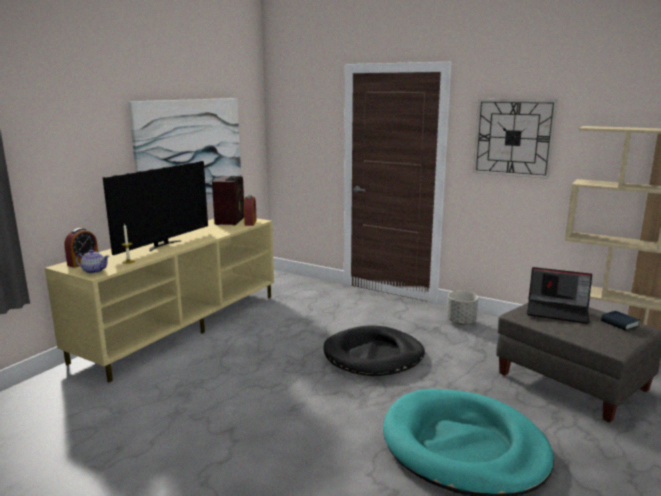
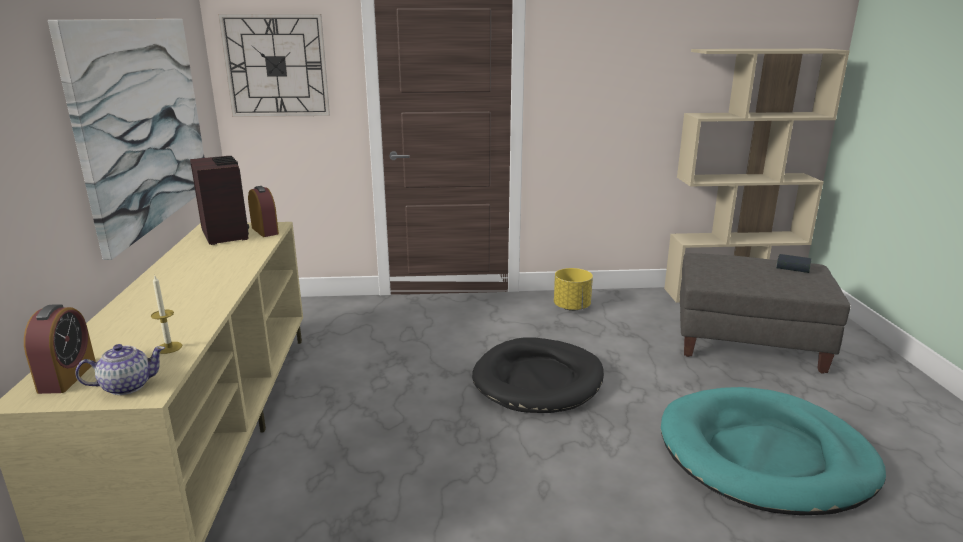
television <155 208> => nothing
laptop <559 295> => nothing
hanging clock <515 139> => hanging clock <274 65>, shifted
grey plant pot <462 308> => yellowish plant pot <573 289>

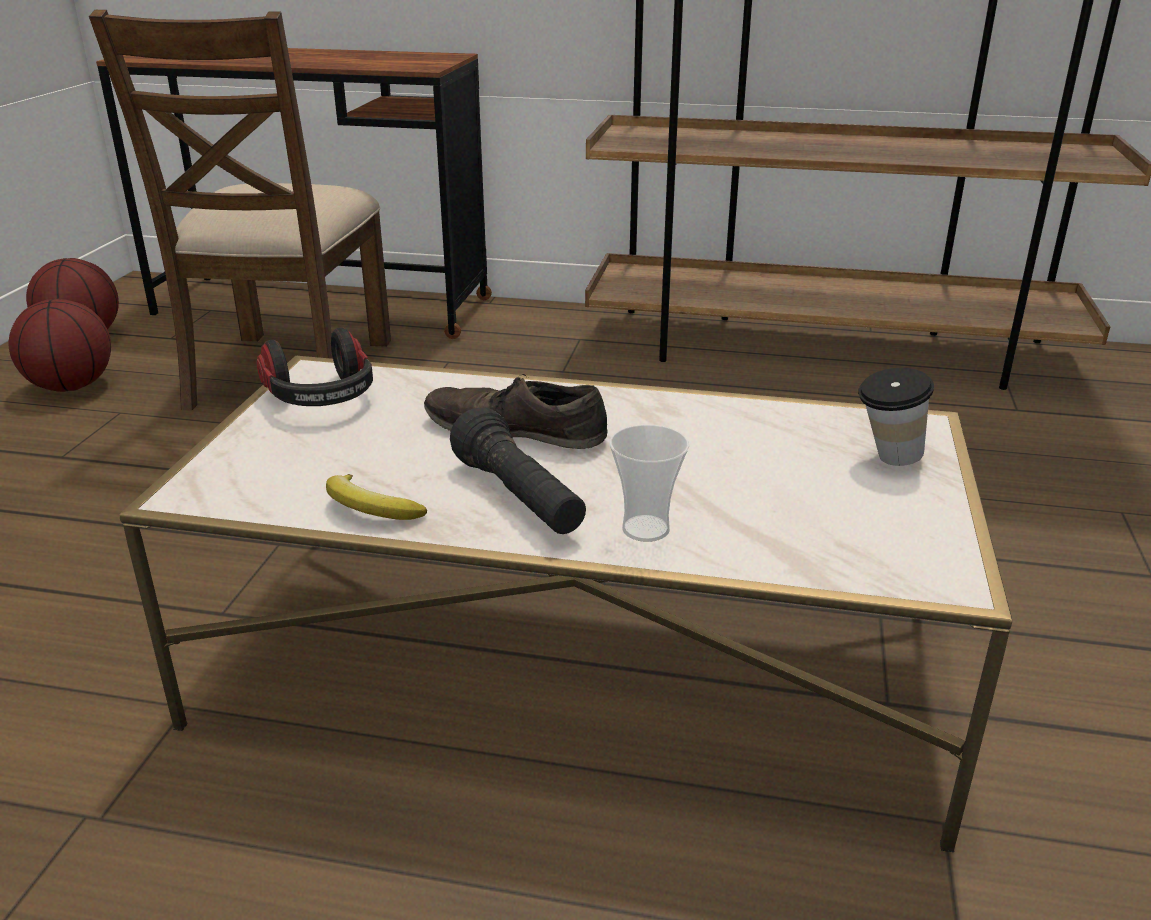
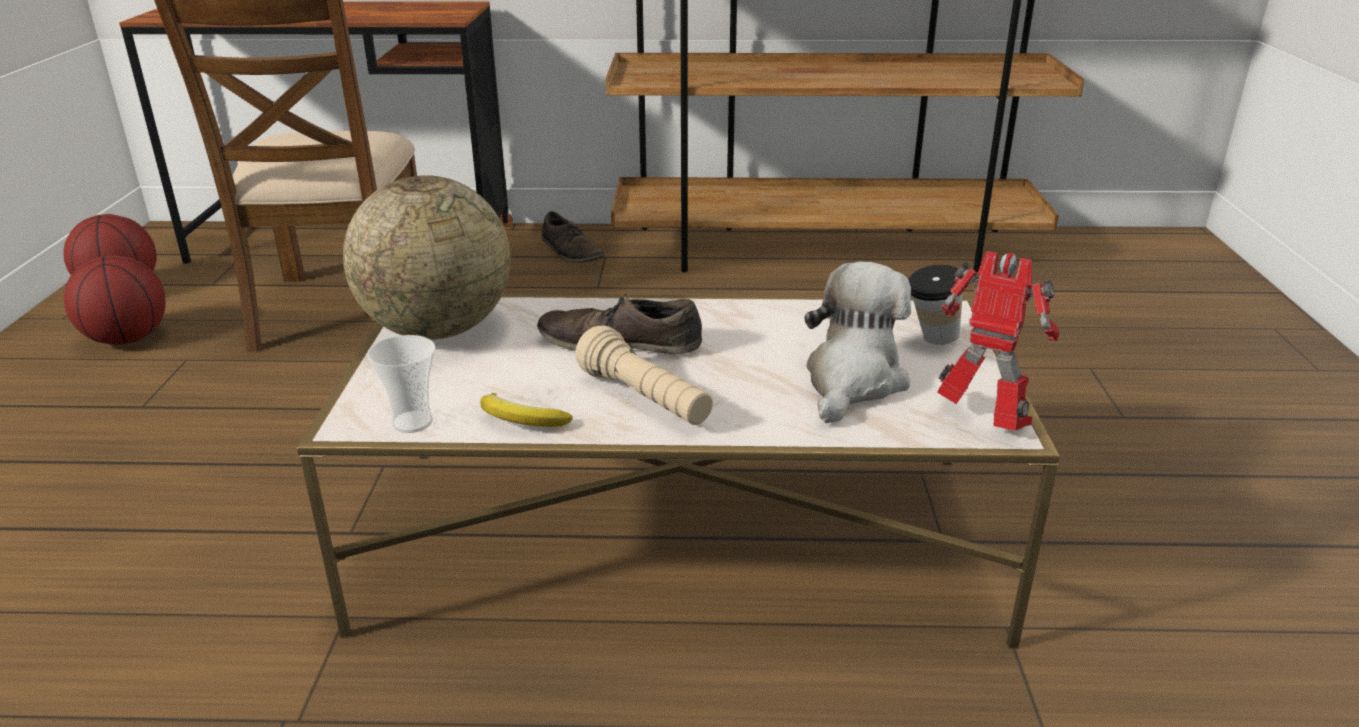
nothing => brownish item of footwear <573 237>
nothing => soft toy <857 342>
nothing => robot figure <998 341>
small cup <649 483> => small cup <401 384>, shifted
headset <314 367> => world globe <427 257>
black-coloured torch <518 470> => beige torch <644 375>

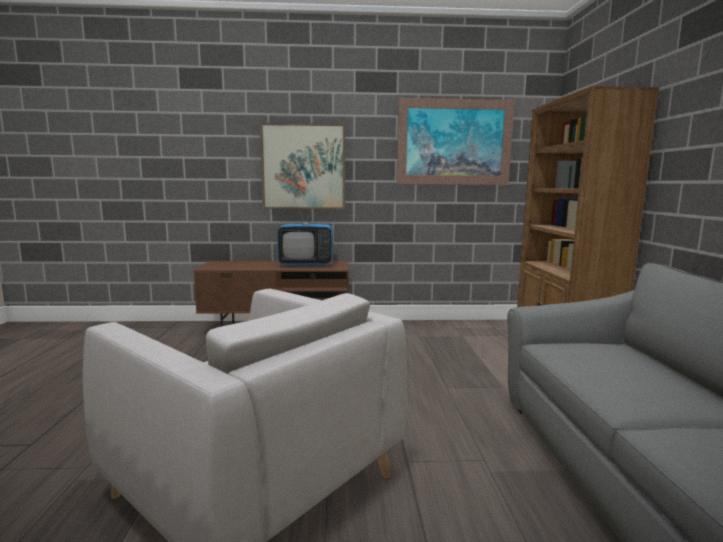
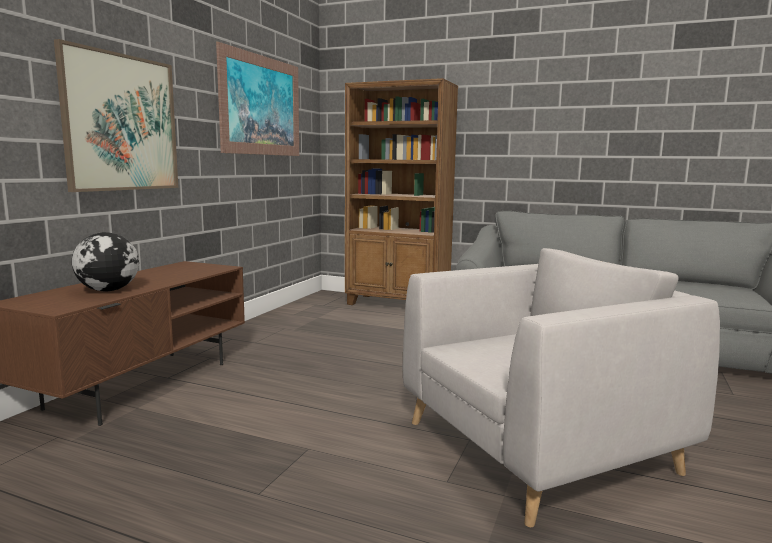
television <305 231> => nothing
nothing => world globe <105 261>

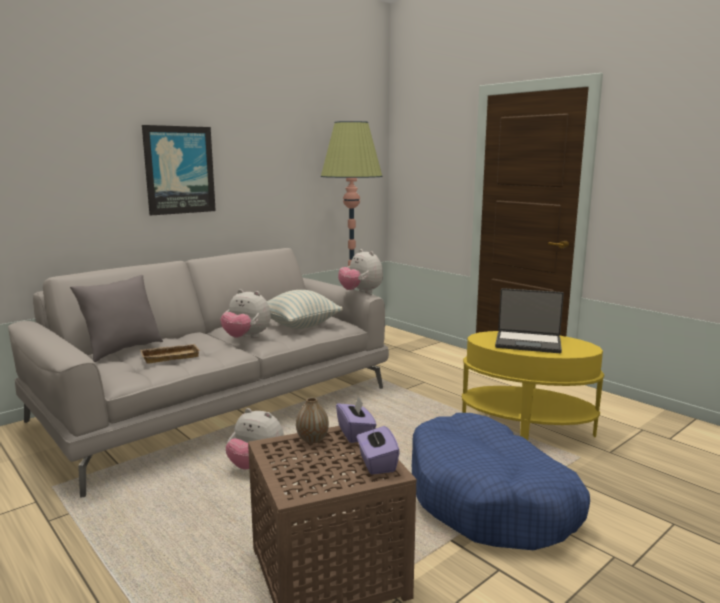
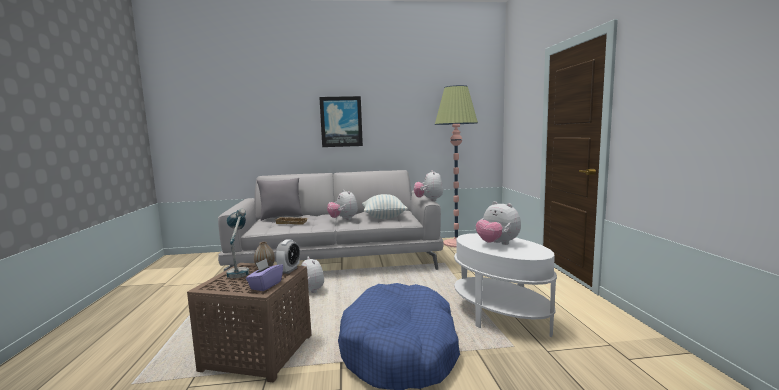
nothing => tabletop lamp <237 243>
purple-coloured tissue holder <356 419> => bedside clock <287 256>
laptop <529 320> => soft toy <498 223>
yellowish end table <533 385> => white end table <505 285>

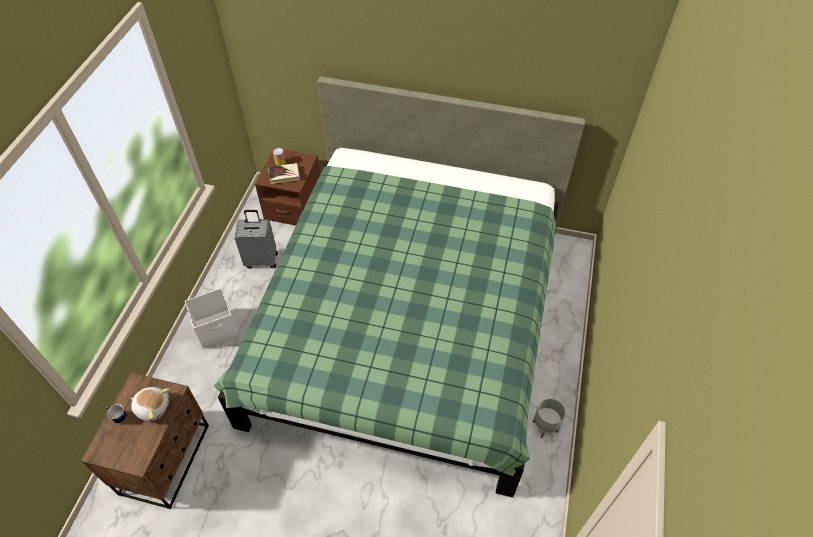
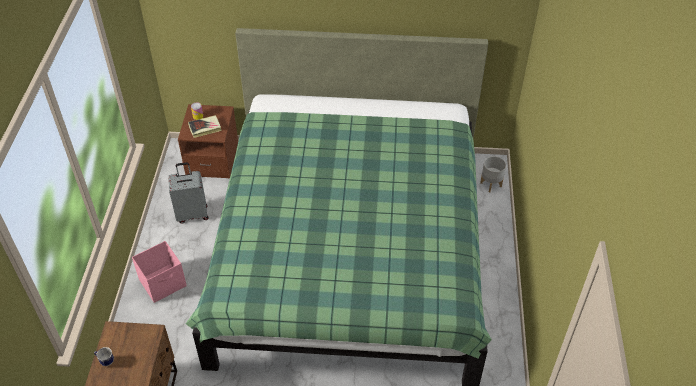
soft toy <150 404> => nothing
grey plant pot <549 418> => grey plant pot <493 174>, shifted
white storage box <212 318> => pink-coloured storage box <159 272>

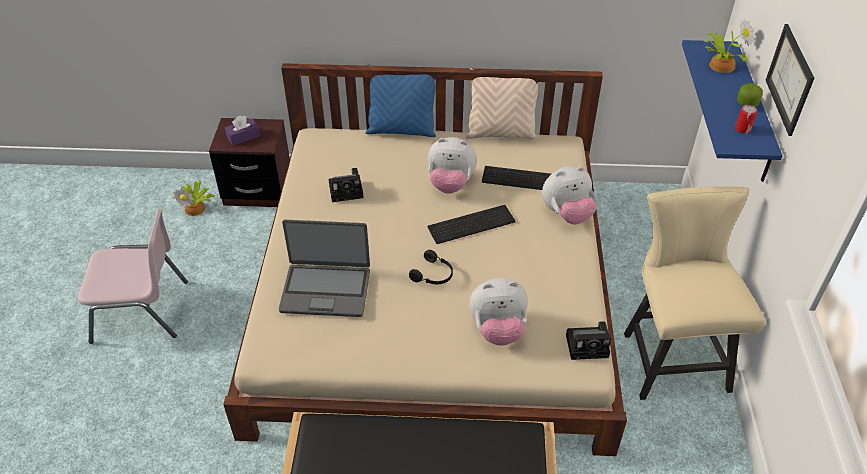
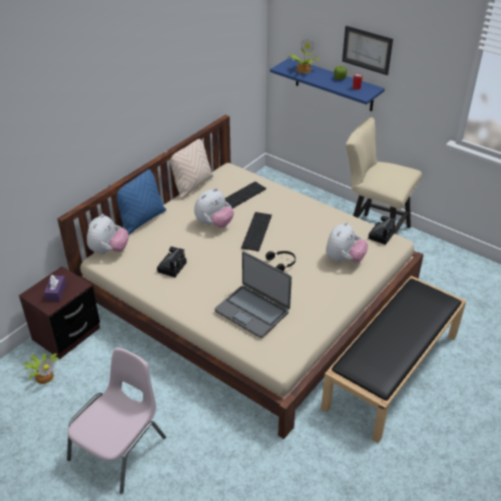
soft toy <569 195> => soft toy <108 234>, shifted
laptop <324 268> => laptop <253 294>, 90 degrees clockwise

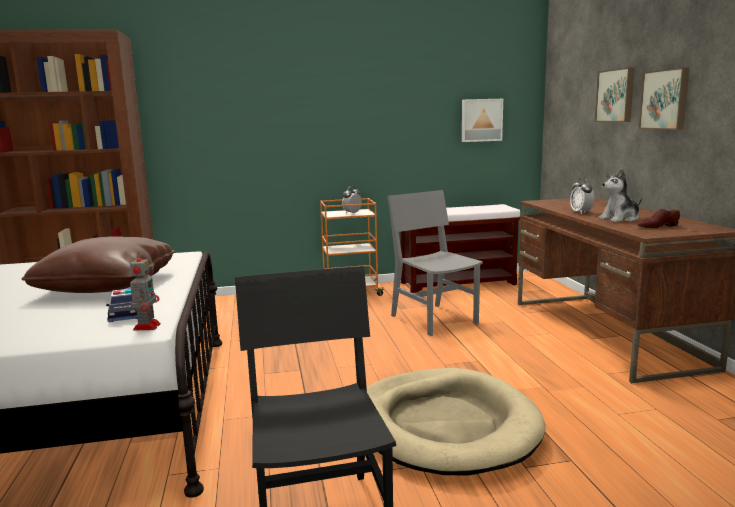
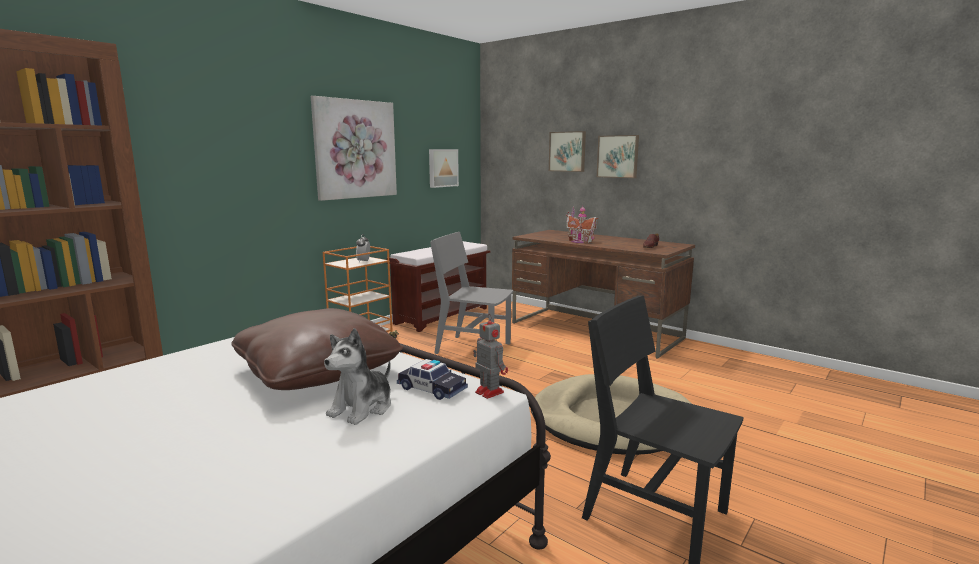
nothing => wall art <354 148>
soft toy <620 195> => soft toy <357 376>, shifted
bedside clock <582 196> => toy house <582 224>

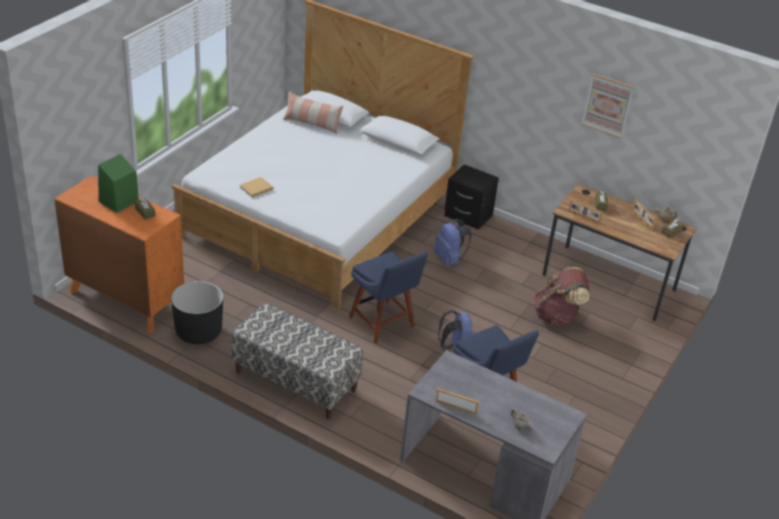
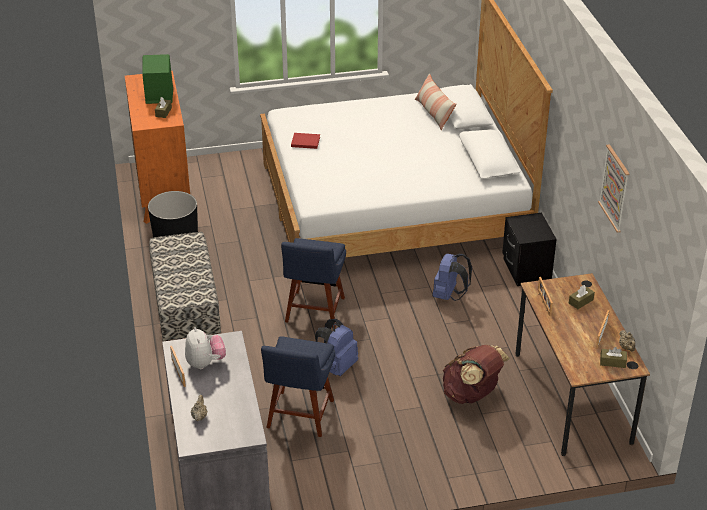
nothing => soft toy <205 348>
beige book <256 187> => red book <305 141>

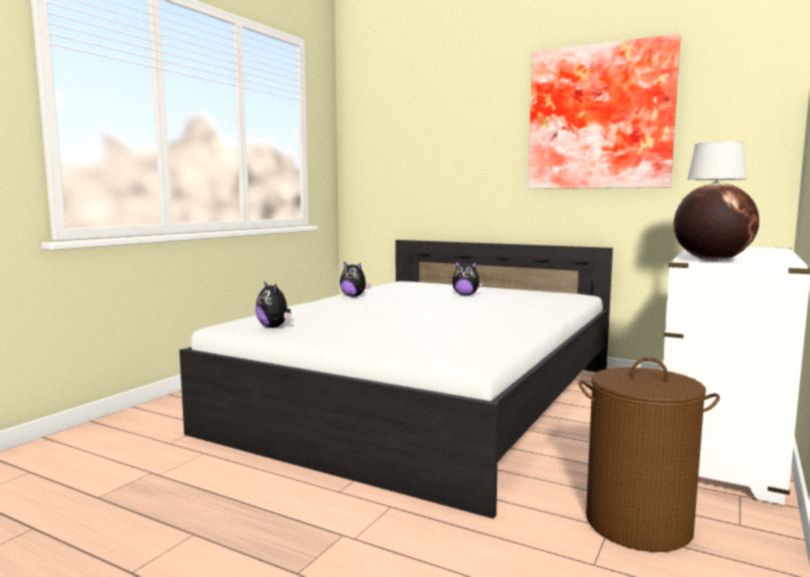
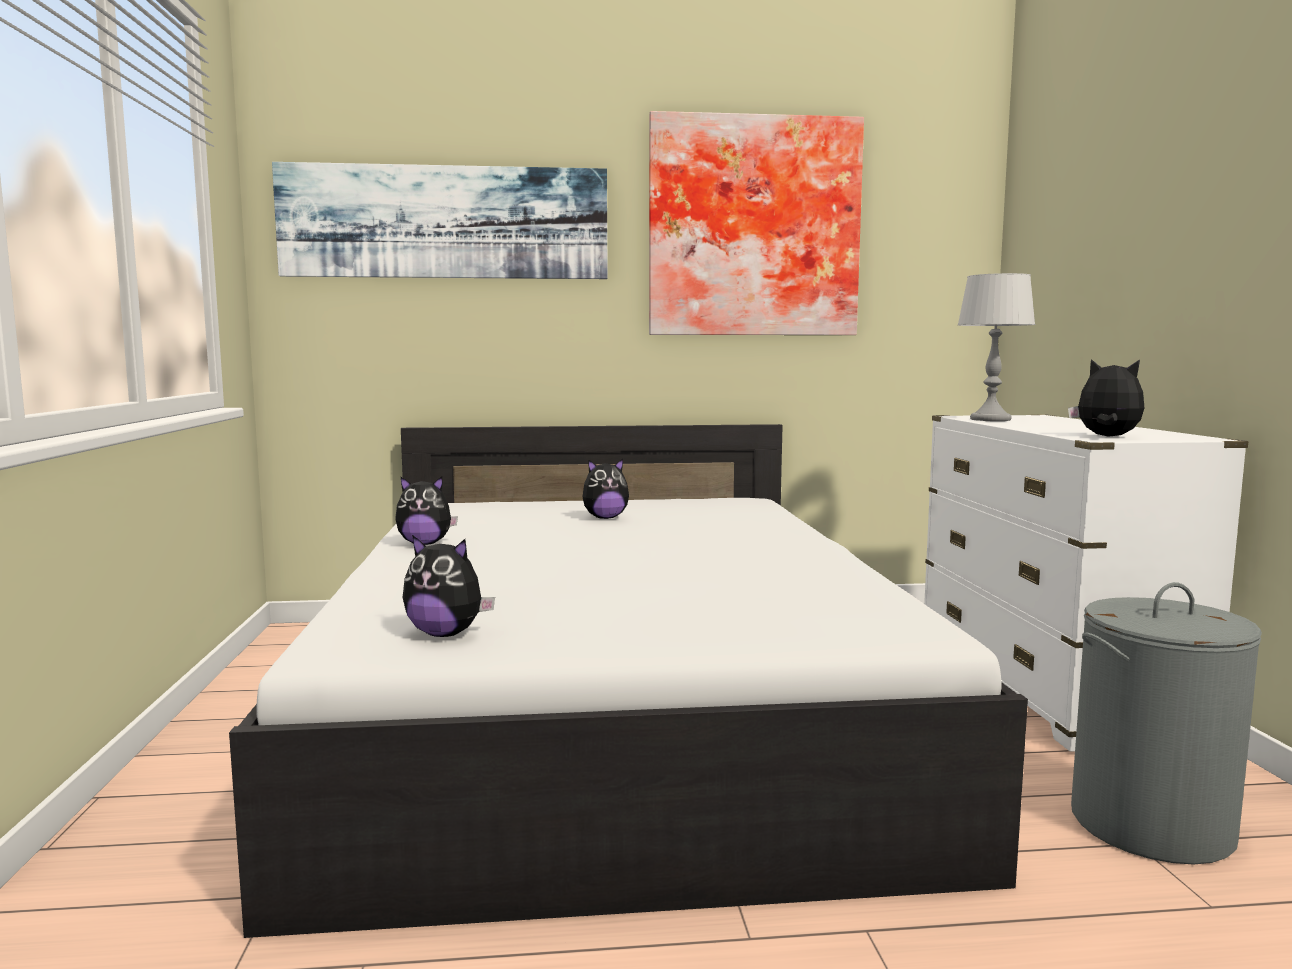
nothing => wall art <440 220>
world globe <716 222> => soft toy <1106 398>
brownish hamper <649 454> => grey hamper <1166 723>

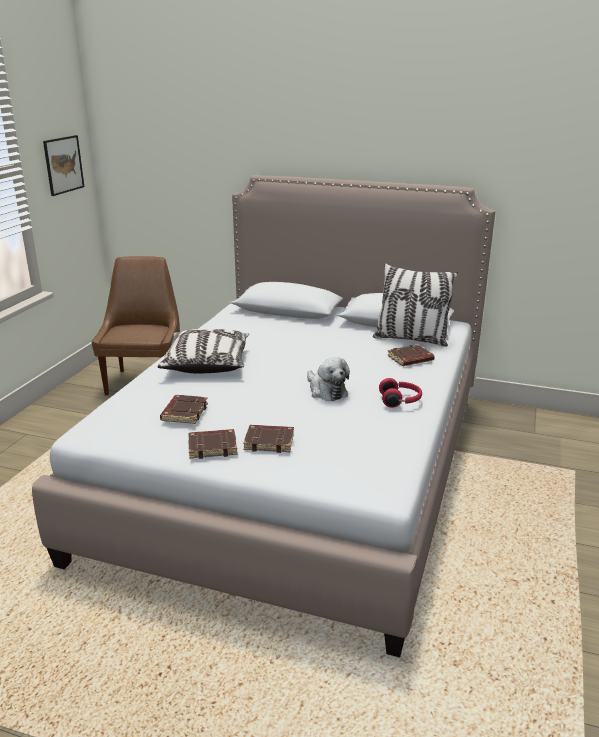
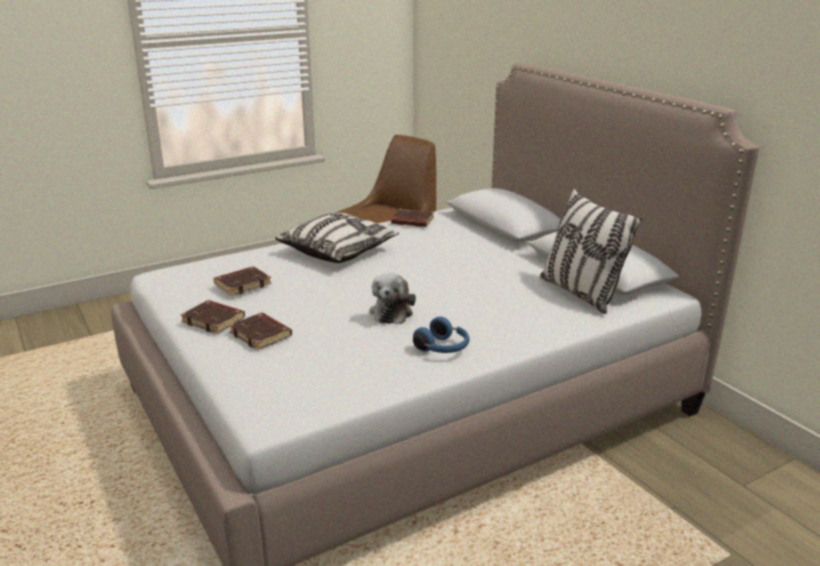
wall art <63 165> => nothing
brownish book <411 355> => brownish book <412 218>, shifted
red headset <400 393> => blue-coloured headset <441 335>

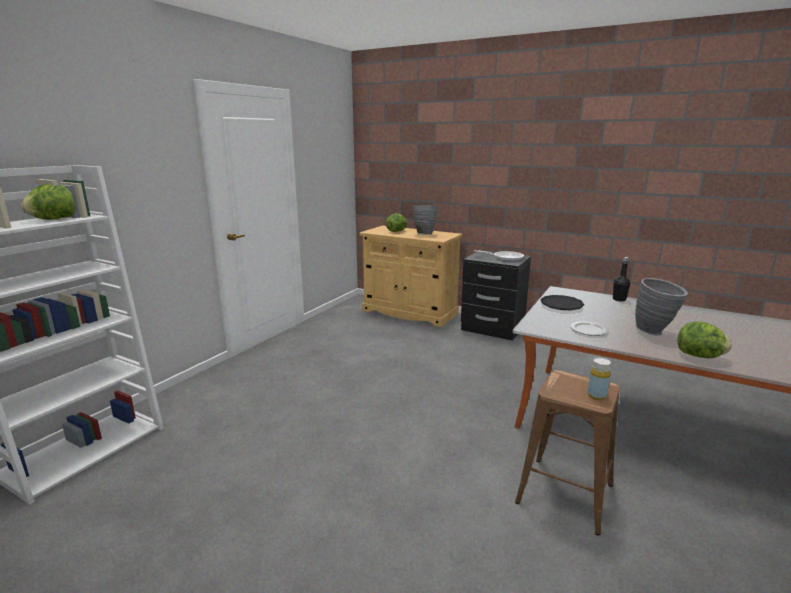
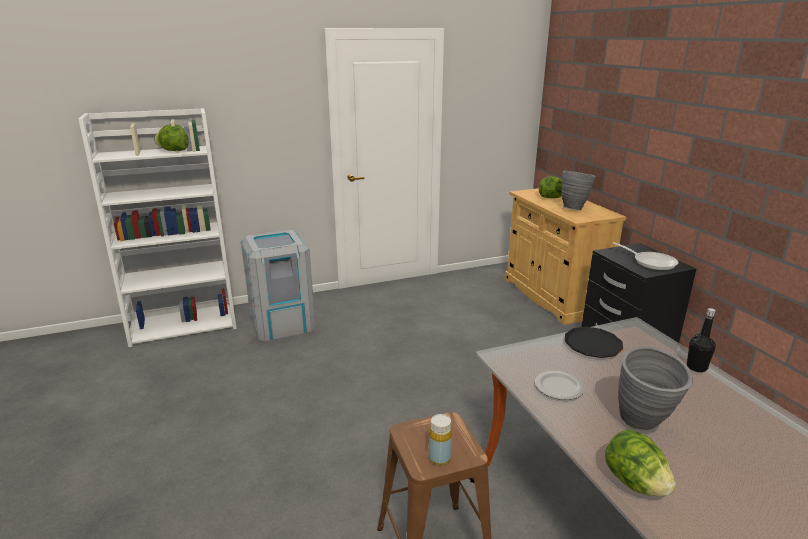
nothing => grey trash can <278 285>

